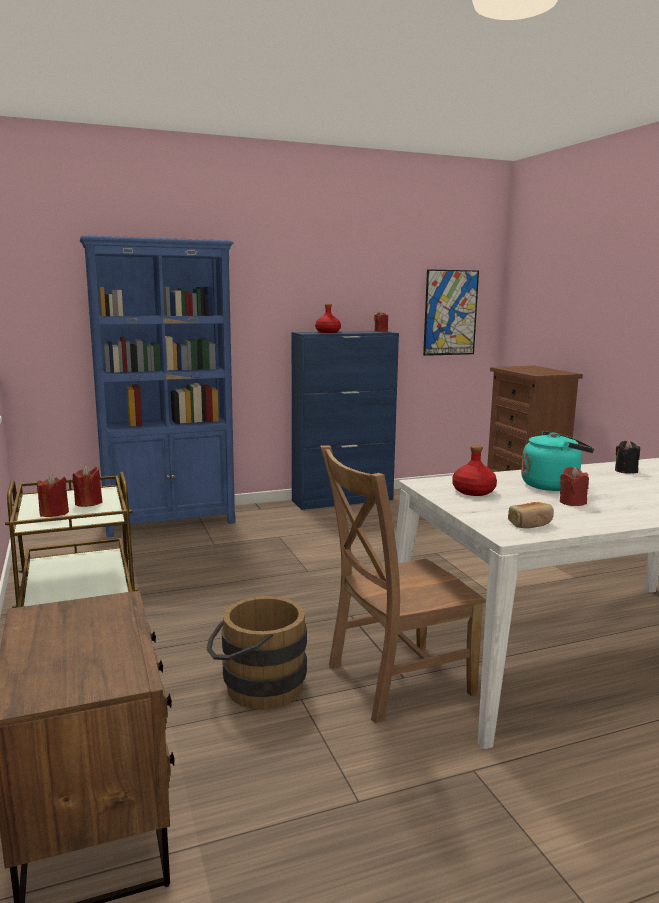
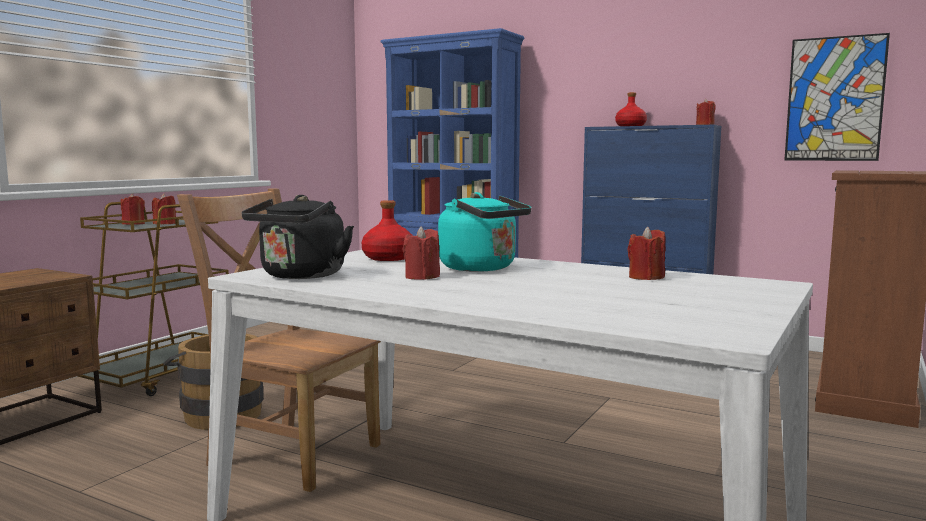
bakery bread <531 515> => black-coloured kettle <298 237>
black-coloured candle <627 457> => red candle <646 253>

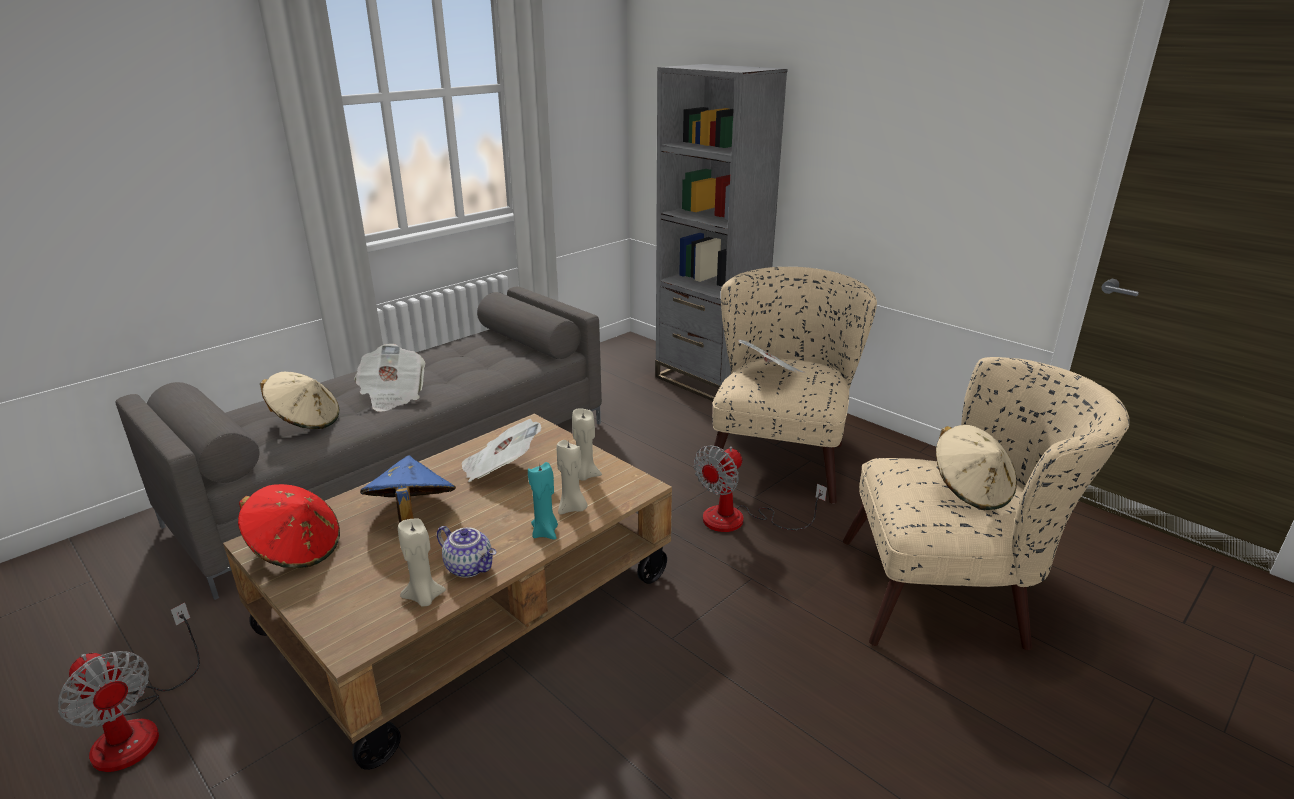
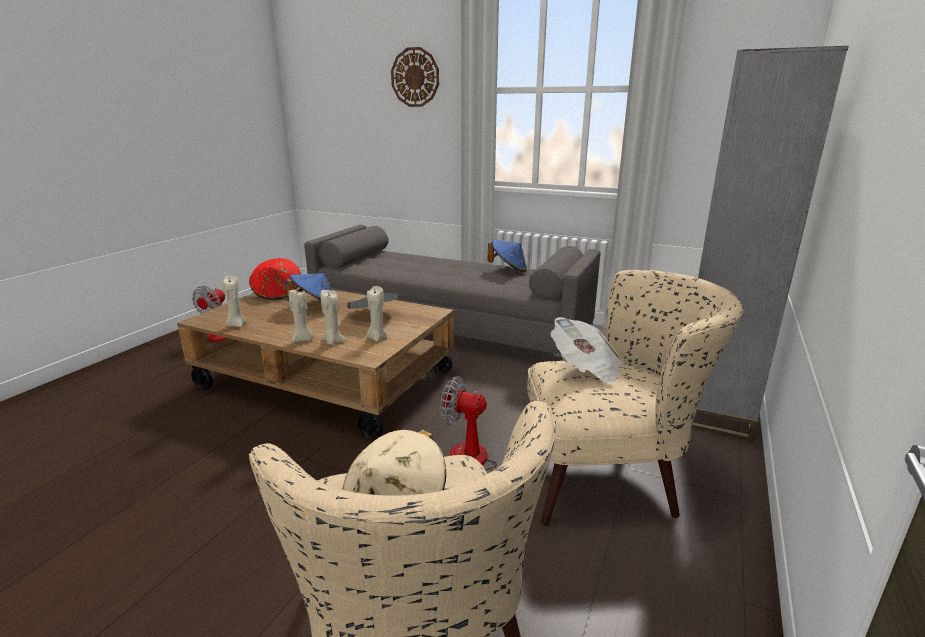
beige clothing hat <300 400> => nothing
printed paper <390 378> => nothing
teapot <466 552> => nothing
nothing => hanging clock <415 77>
nothing => blue-coloured clothing hat <507 256>
blue-green candle <543 501> => beige candle <300 315>

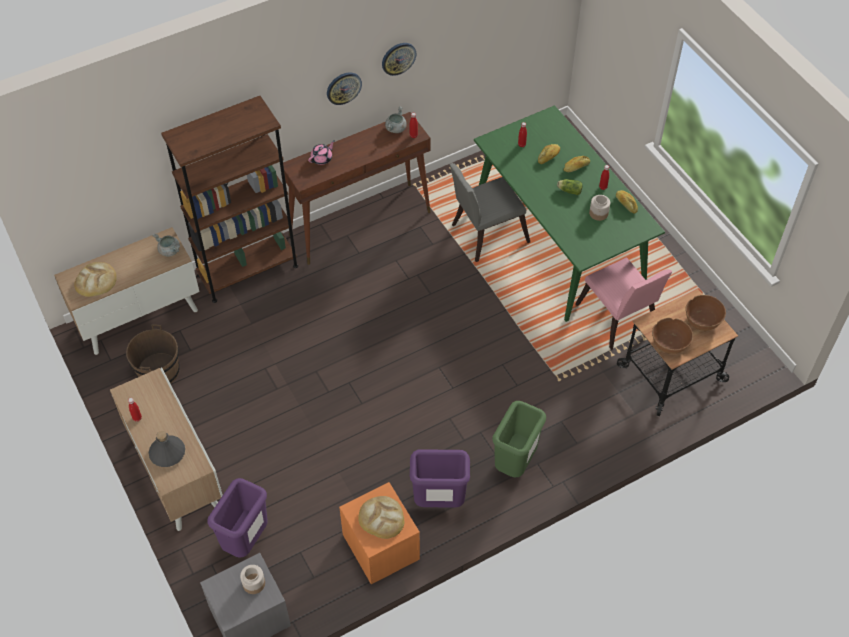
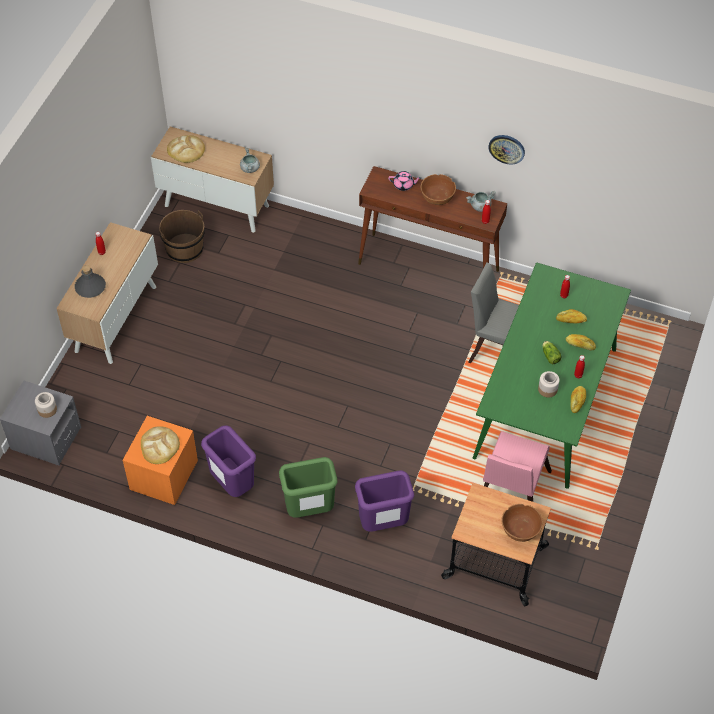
brownish bookcase <229 199> => nothing
hanging clock <344 89> => nothing
purple-coloured trash can <237 518> => purple-coloured trash can <384 501>, shifted
brownish deep dish <672 336> => brownish deep dish <438 189>, shifted

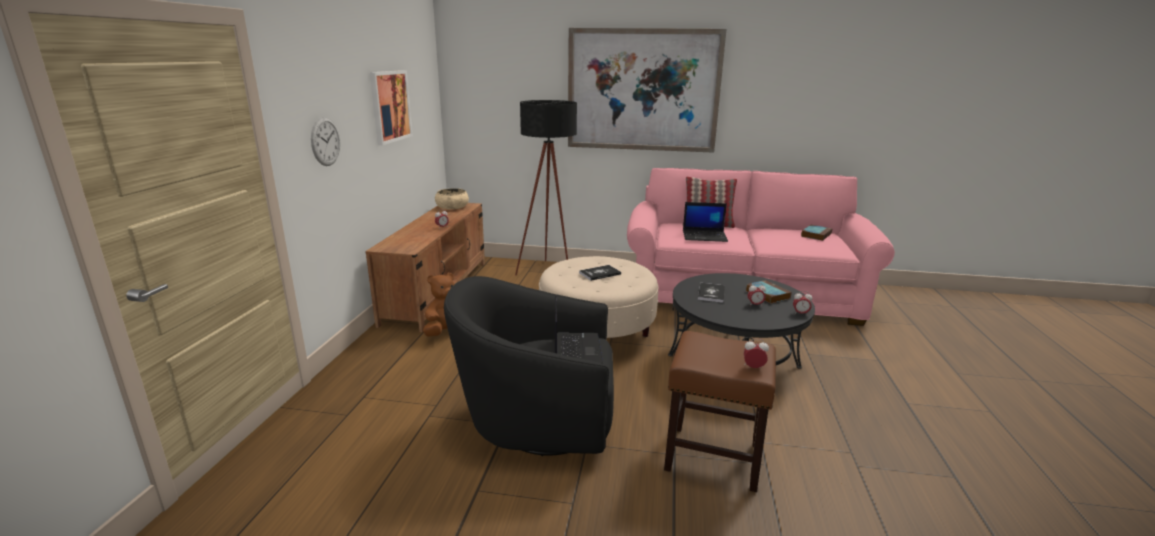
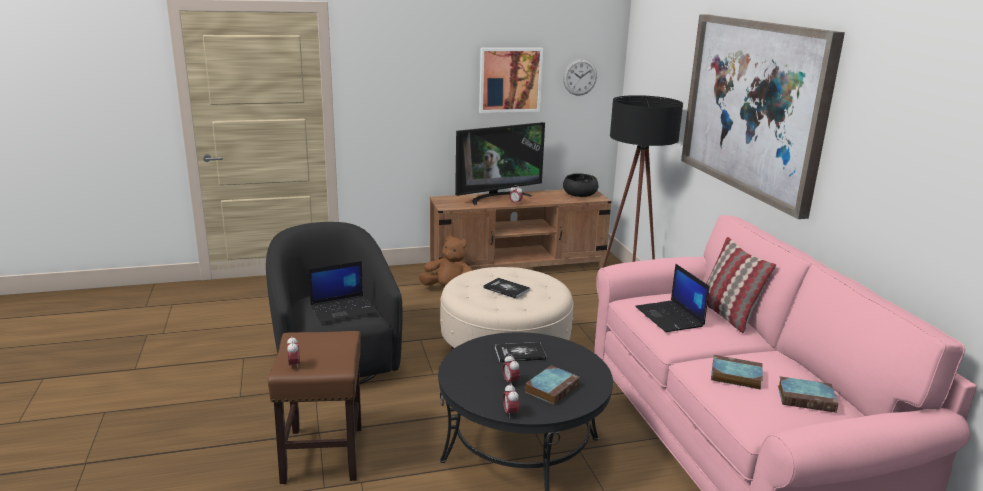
nothing => television <500 163>
nothing => book <737 372>
hanging clock <325 141> => hanging clock <580 77>, shifted
beige deep dish <452 198> => black-coloured deep dish <580 185>

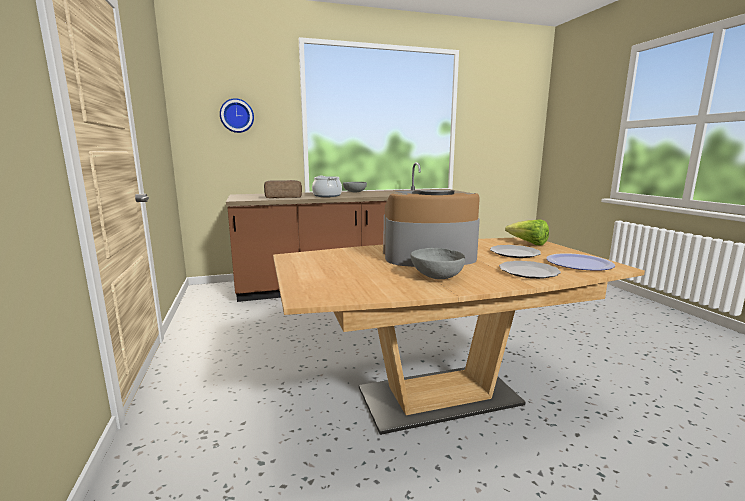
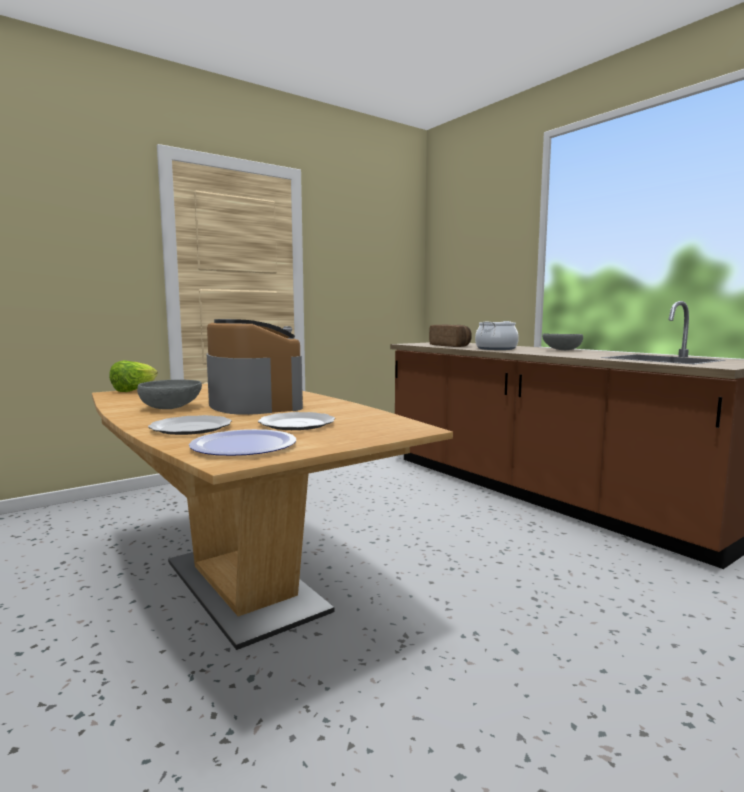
hanging clock <237 115> => nothing
lettuce <527 232> => lettuce <133 376>, shifted

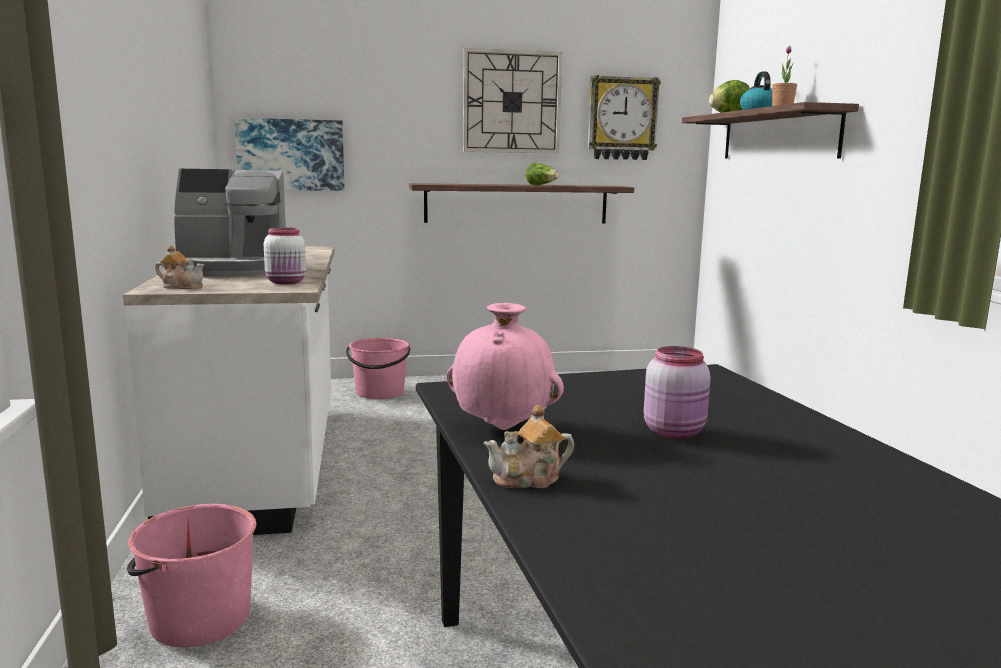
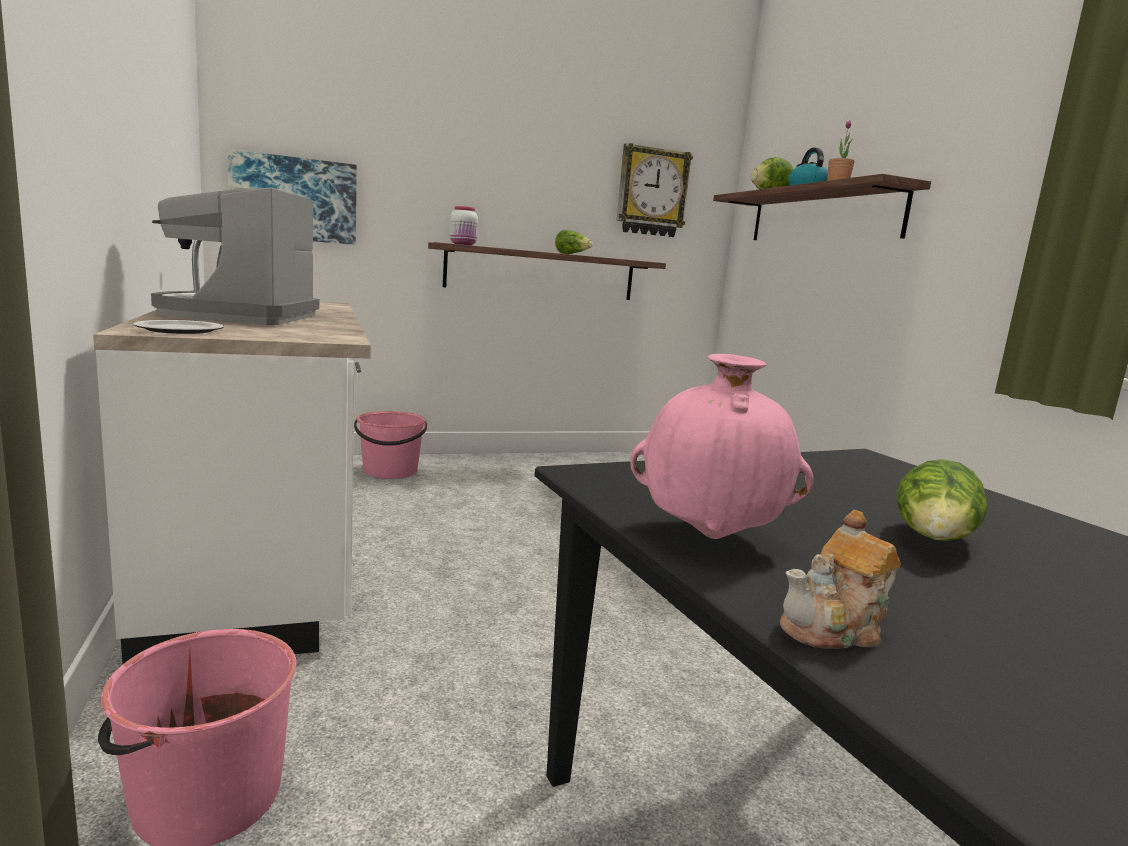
hanging clock <512 101> => nothing
white jar <285 256> => white jar <464 225>, shifted
teapot <179 267> => flat dish <178 327>
pink-coloured jar <677 392> => lettuce <942 500>
coffee brewer <230 223> => coffee brewer <235 256>, 105 degrees clockwise

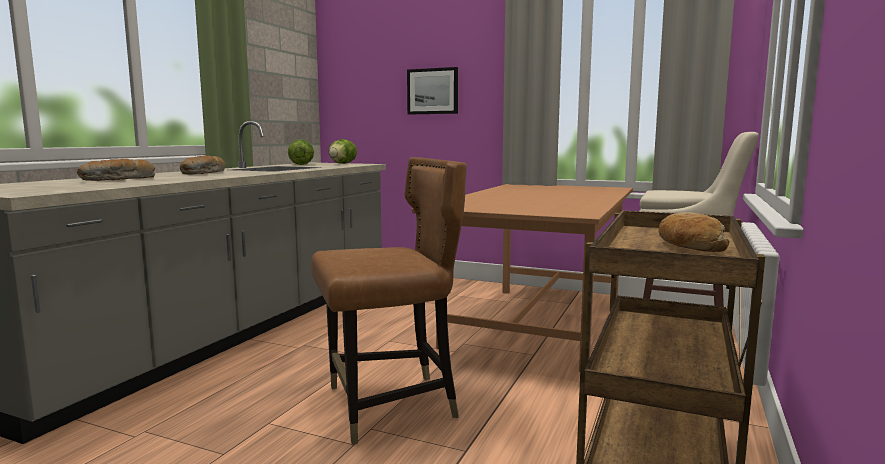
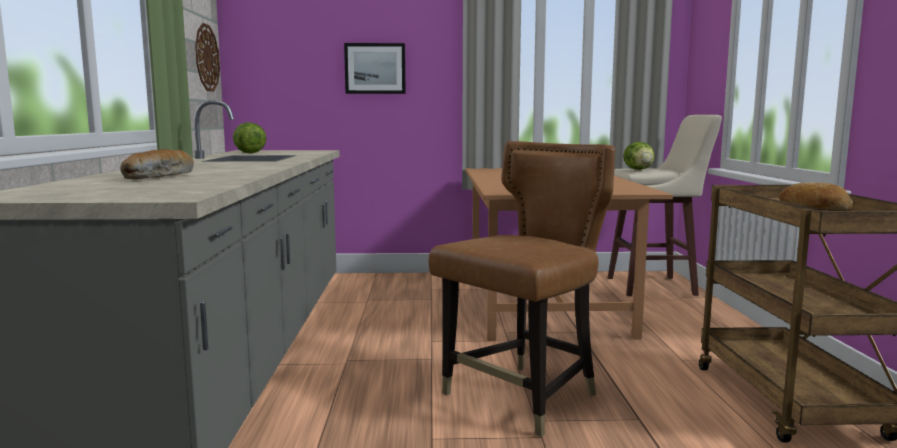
bakery bread <202 165> => nothing
nothing => hanging clock <207 57>
lettuce <343 151> => lettuce <639 156>, shifted

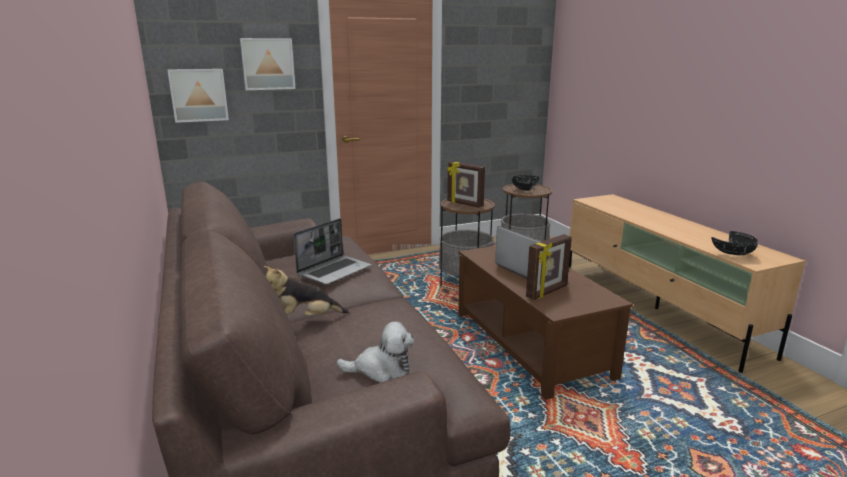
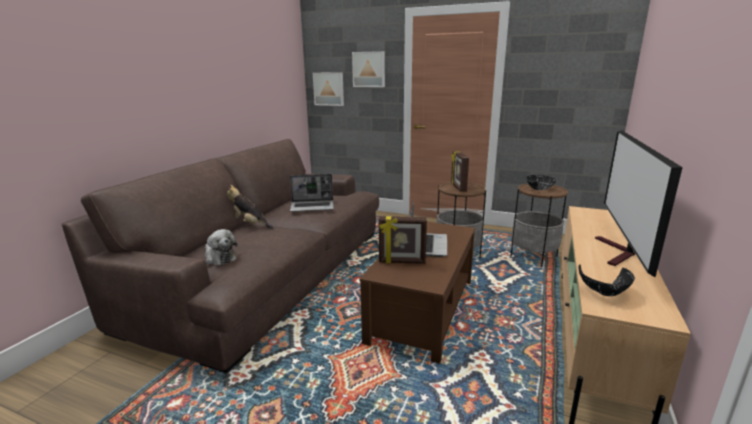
nothing => television <639 203>

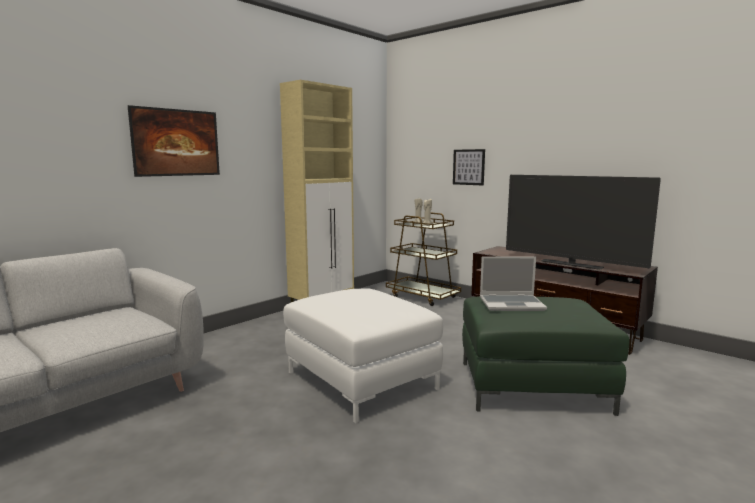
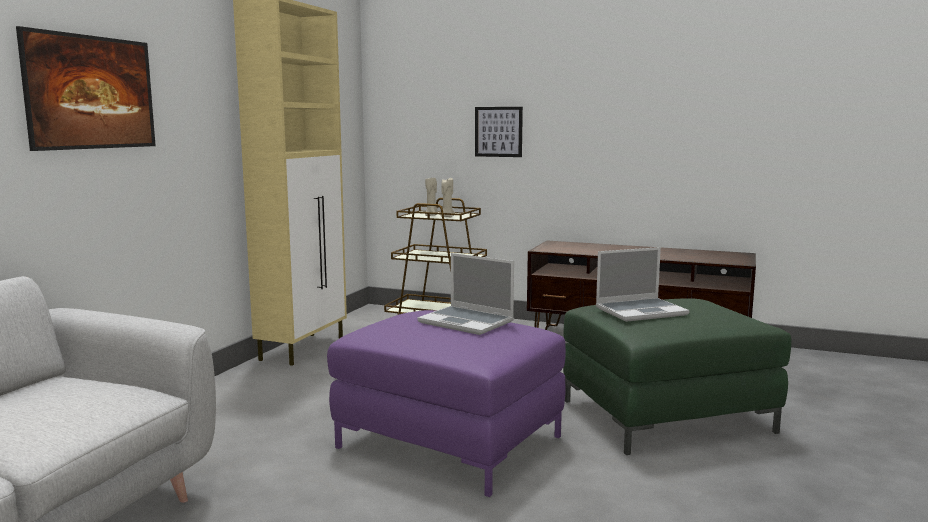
television <583 222> => nothing
nothing => laptop <465 294>
white pouffe <363 355> => purple-coloured pouffe <446 403>

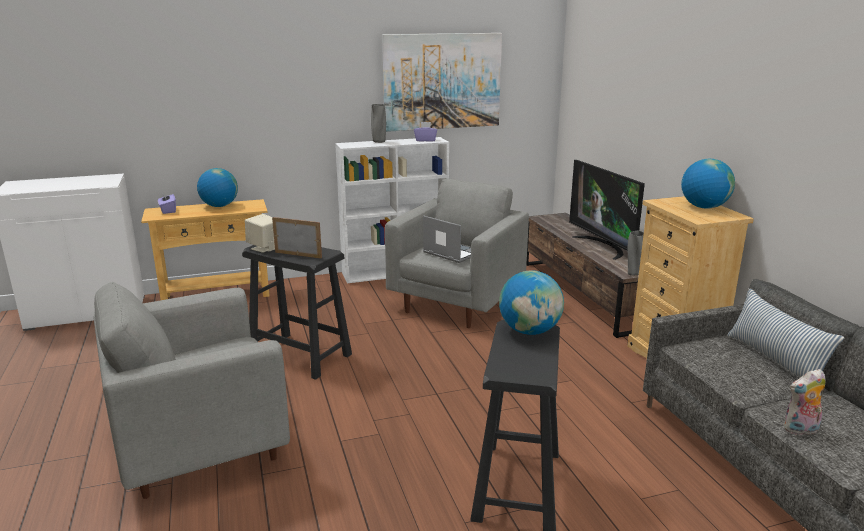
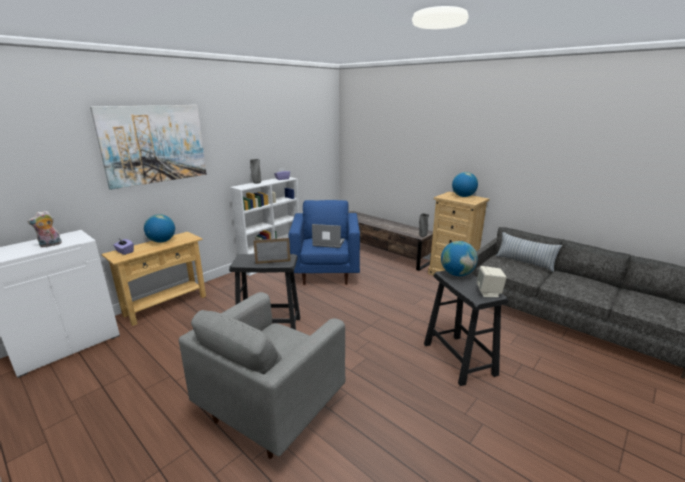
television <607 210> => nothing
beige audio speaker <260 233> => beige audio speaker <491 281>, shifted
wall art <442 82> => wall art <148 147>, shifted
soft toy <805 402> => soft toy <44 229>, shifted
grey easy chair <457 253> => blue-coloured easy chair <324 242>

